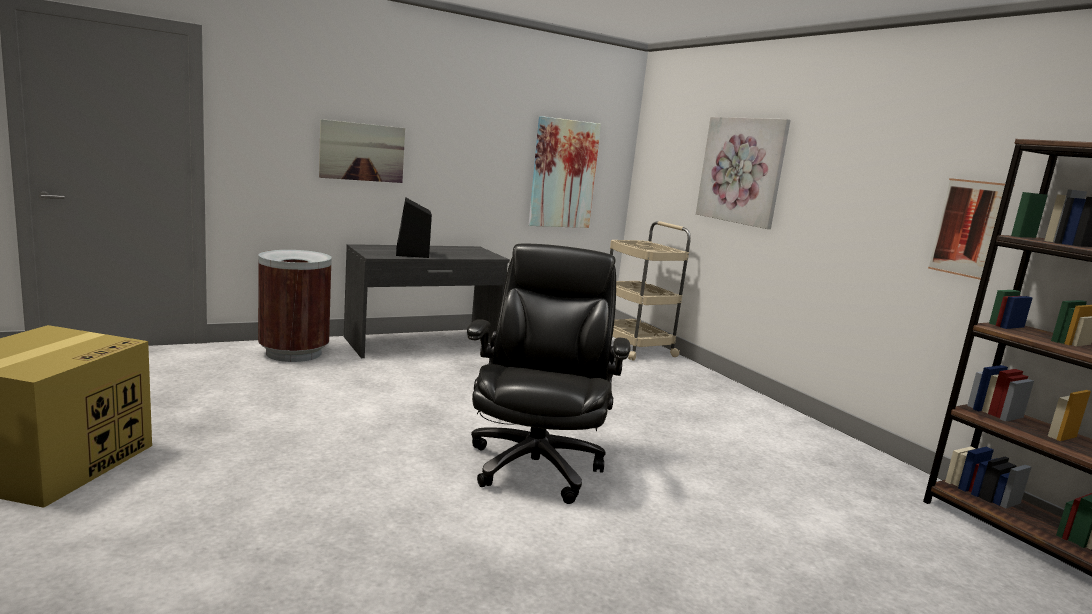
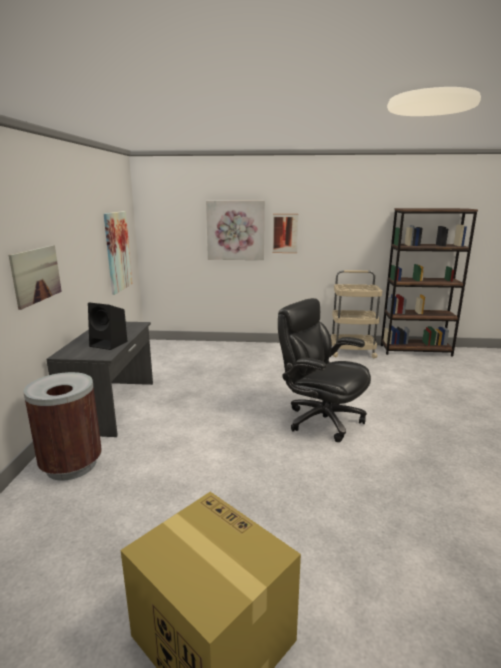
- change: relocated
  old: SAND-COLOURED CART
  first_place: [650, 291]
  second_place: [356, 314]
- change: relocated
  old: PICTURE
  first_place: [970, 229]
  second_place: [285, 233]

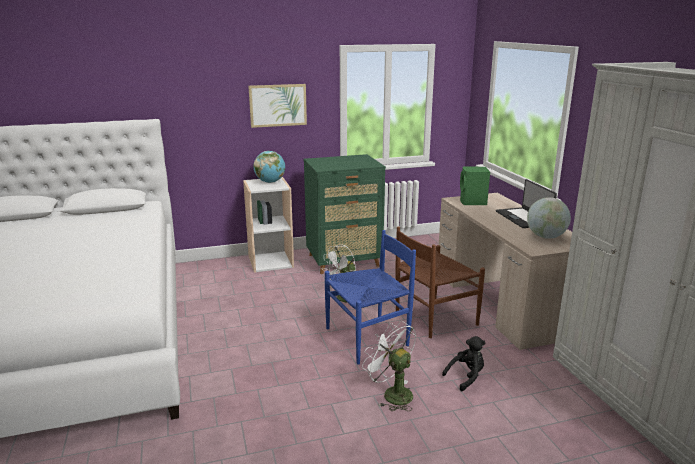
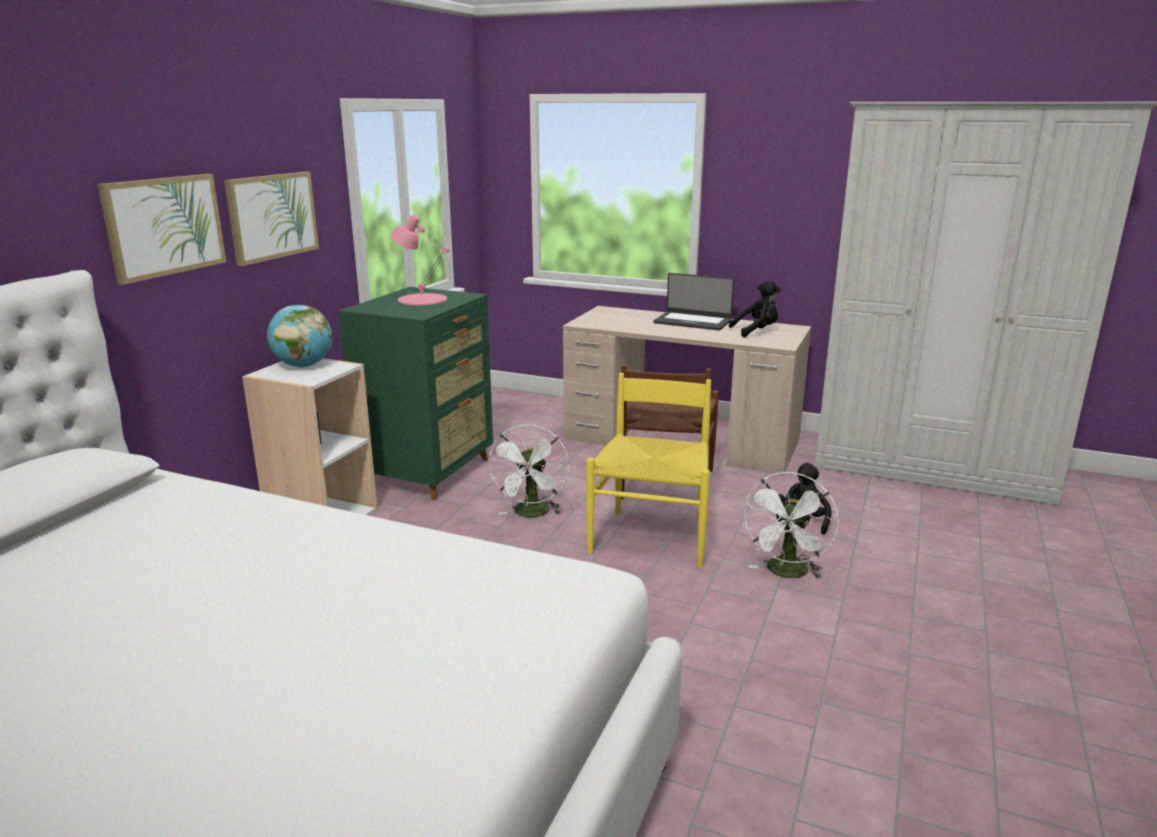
- change: missing
  old: GREEN AUDIO SPEAKER
  first_place: [475, 185]
- change: appeared
  new: PICTURE
  second_place: [161, 229]
- change: appeared
  new: PINK-COLOURED TABLE LAMP
  second_place: [419, 260]
- change: exchanged
  old: GLOBE
  new: BLACK-COLOURED CUDDLY TOY
  first_place: [549, 218]
  second_place: [755, 309]
- change: colour
  old: BLUE-COLOURED PLAIN CHAIR
  new: YELLOW PLAIN CHAIR
  first_place: [370, 297]
  second_place: [648, 470]
- change: spun
  old: WHITE FAN
  first_place: [389, 366]
  second_place: [790, 525]
  degrees: -60

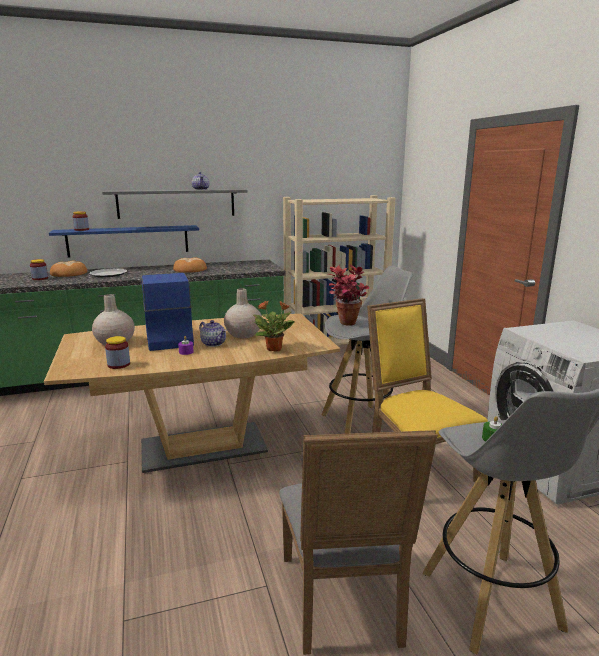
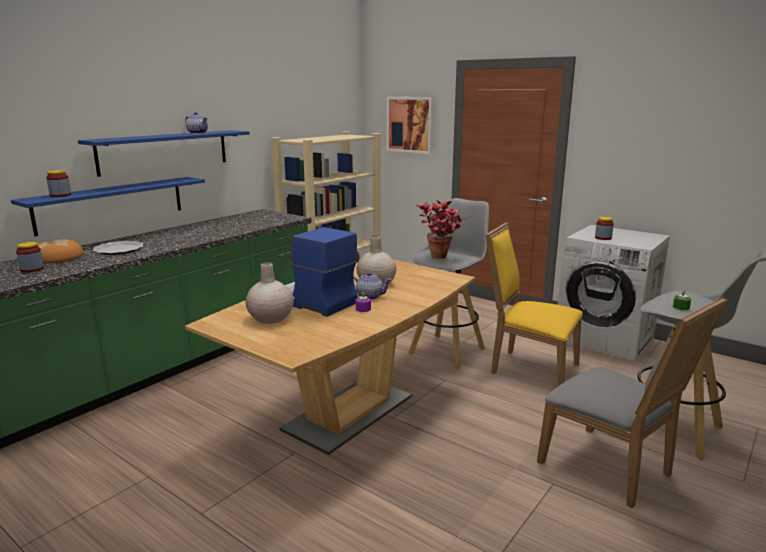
- change: missing
  old: BAKED BREAD
  first_place: [190, 265]
- change: missing
  old: HOUSEPLANT
  first_place: [274, 326]
- change: appeared
  new: PICTURE
  second_place: [410, 125]
- change: relocated
  old: PRESERVE JAR
  first_place: [117, 352]
  second_place: [604, 228]
- change: colour
  old: GREYISH SHELF
  new: BLUE-COLOURED SHELF
  first_place: [175, 204]
  second_place: [164, 153]

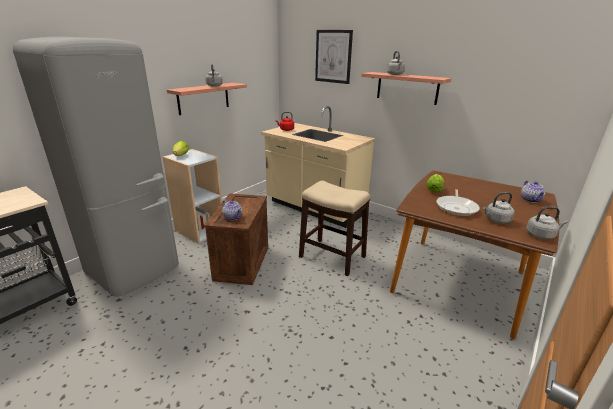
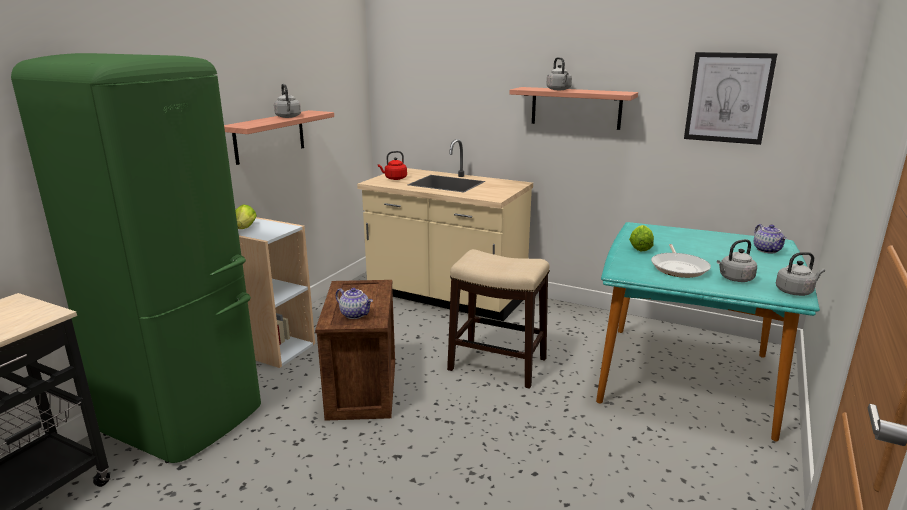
- change: relocated
  old: PICTURE
  first_place: [334, 57]
  second_place: [730, 98]
- change: colour
  old: GREYISH FRIDGE
  new: GREEN FRIDGE
  first_place: [96, 167]
  second_place: [136, 258]
- change: colour
  old: BROWNISH DINNER TABLE
  new: TURQUOISE DINNER TABLE
  first_place: [474, 255]
  second_place: [708, 331]

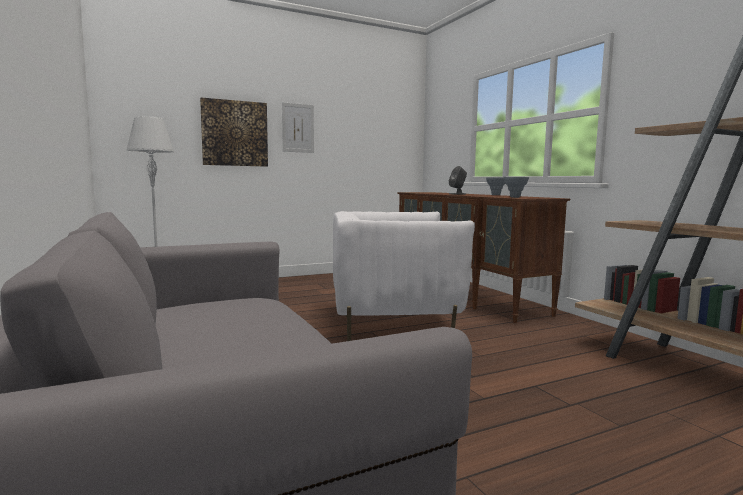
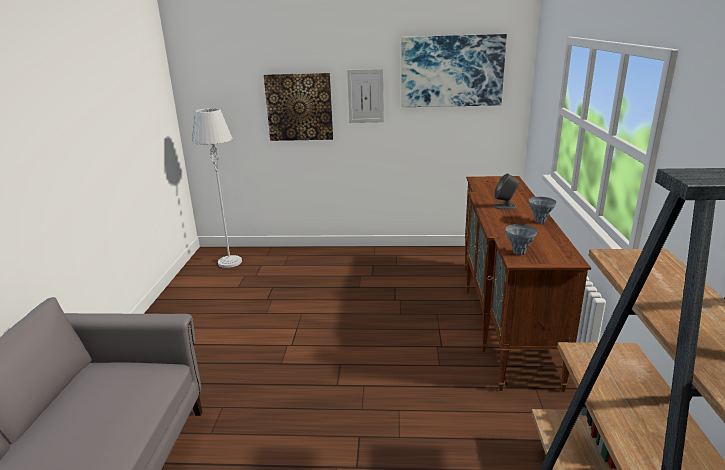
- change: missing
  old: WHITE ARMCHAIR
  first_place: [404, 276]
- change: appeared
  new: PICTURE
  second_place: [454, 70]

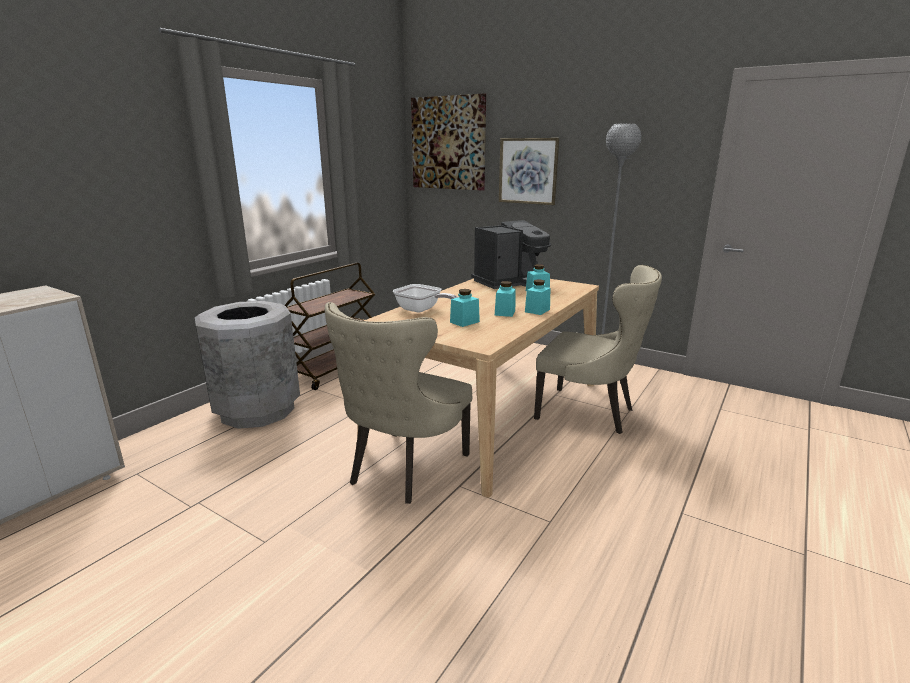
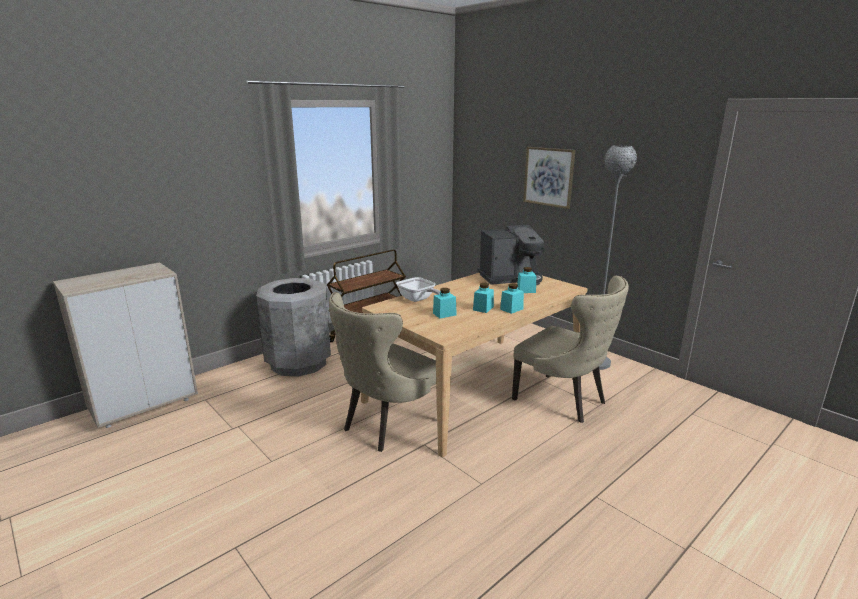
- change: missing
  old: PICTURE
  first_place: [448, 142]

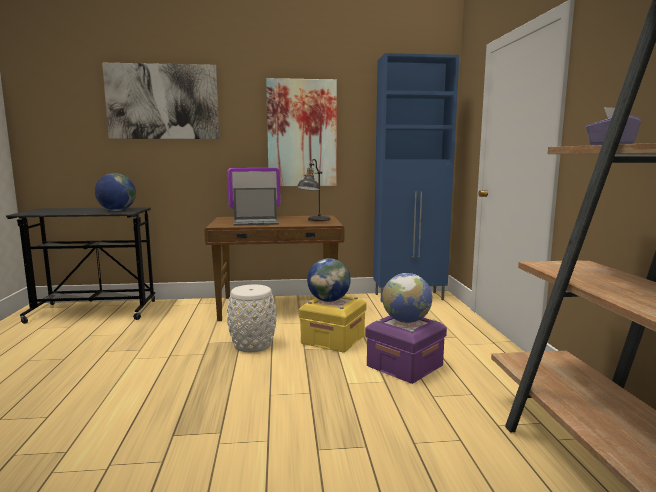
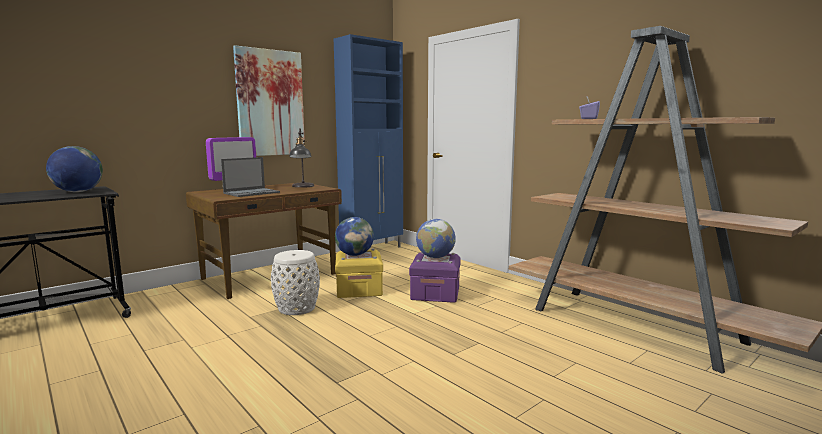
- change: missing
  old: PICTURE
  first_place: [160, 101]

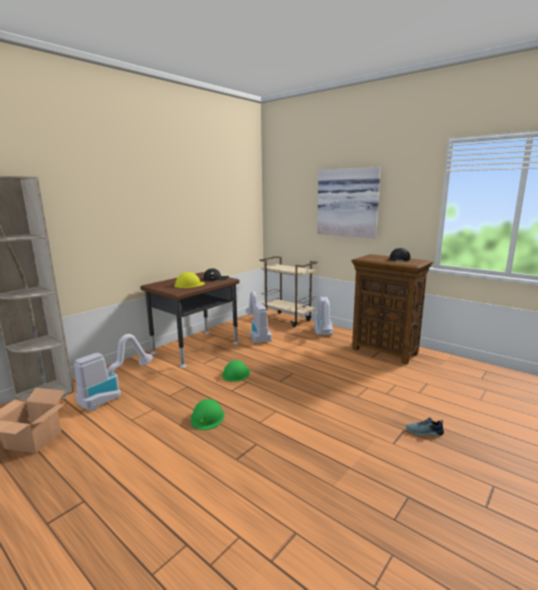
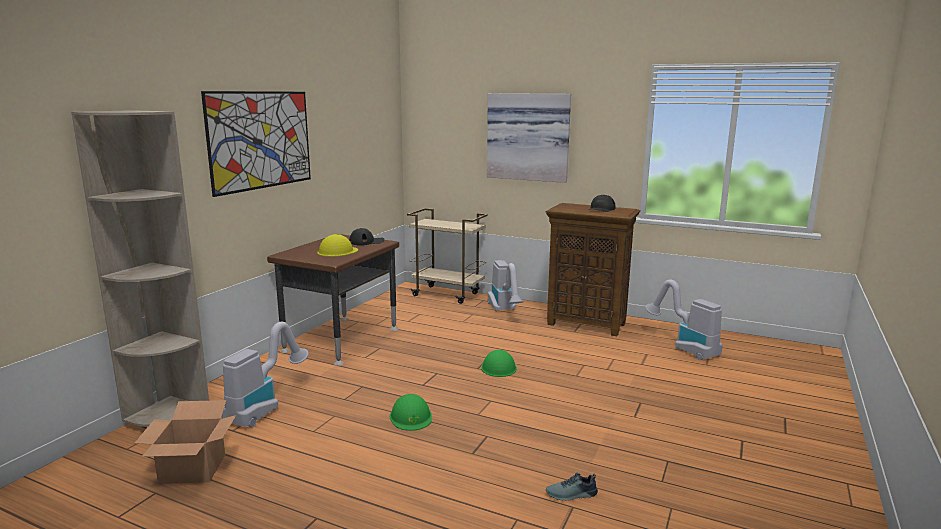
- change: appeared
  new: PICTURE
  second_place: [256, 144]
- change: relocated
  old: GREEN HARD HAT
  first_place: [236, 371]
  second_place: [499, 363]
- change: relocated
  old: VACUUM
  first_place: [258, 317]
  second_place: [684, 320]
- change: relocated
  old: ITEM OF FOOTWEAR
  first_place: [425, 426]
  second_place: [572, 486]

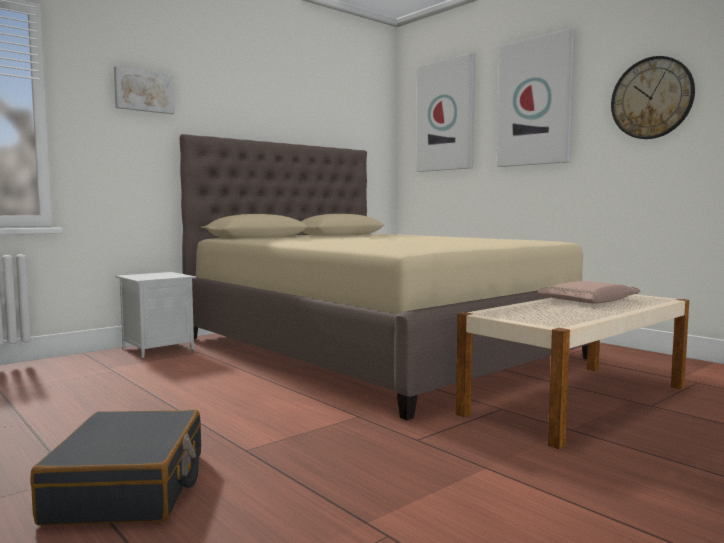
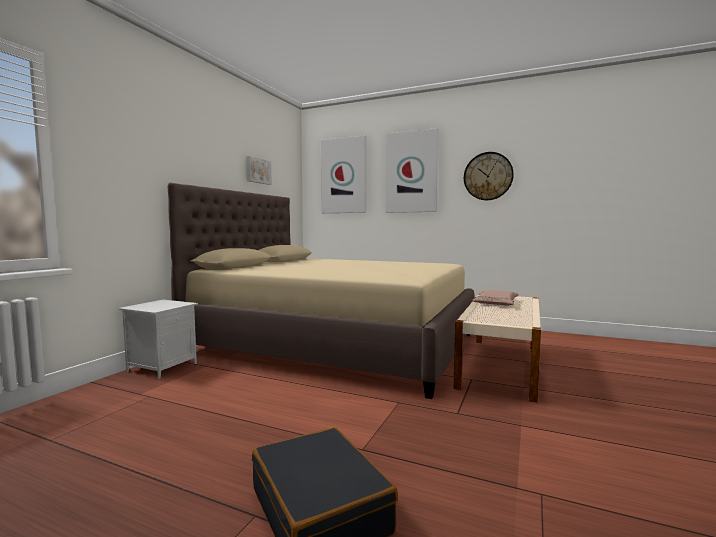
- change: relocated
  old: PICTURE
  first_place: [144, 90]
  second_place: [259, 170]

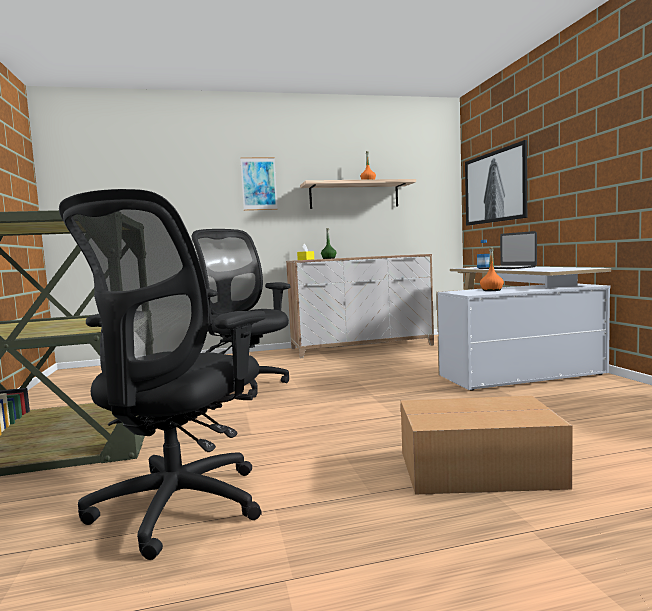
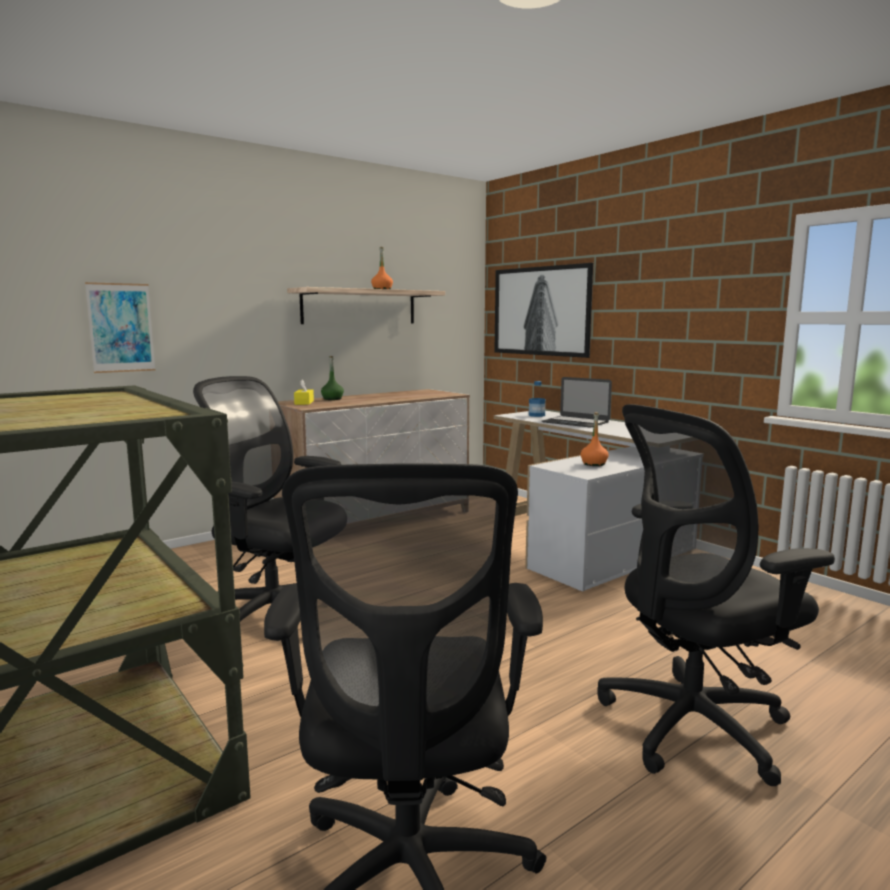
- change: relocated
  old: PICTURE
  first_place: [259, 184]
  second_place: [120, 327]
- change: exchanged
  old: CARTON
  new: BLACK-COLOURED DESK CHAIR
  first_place: [486, 445]
  second_place: [716, 595]

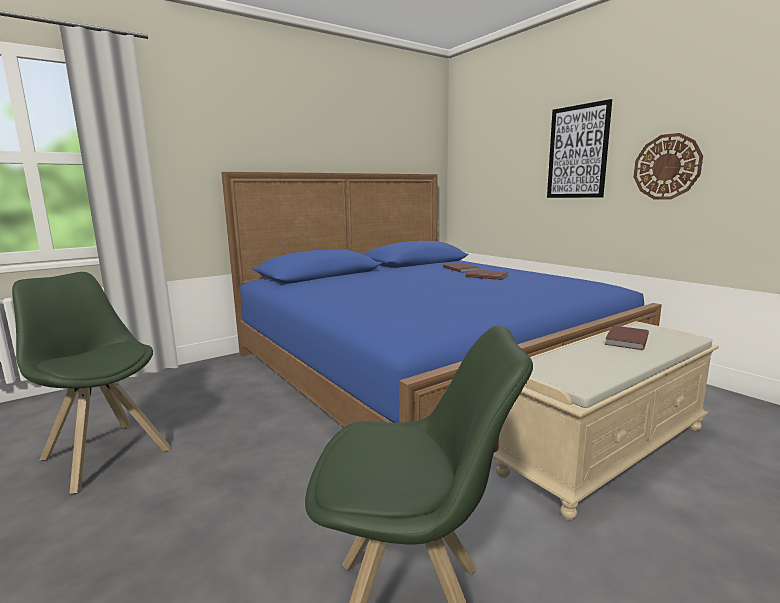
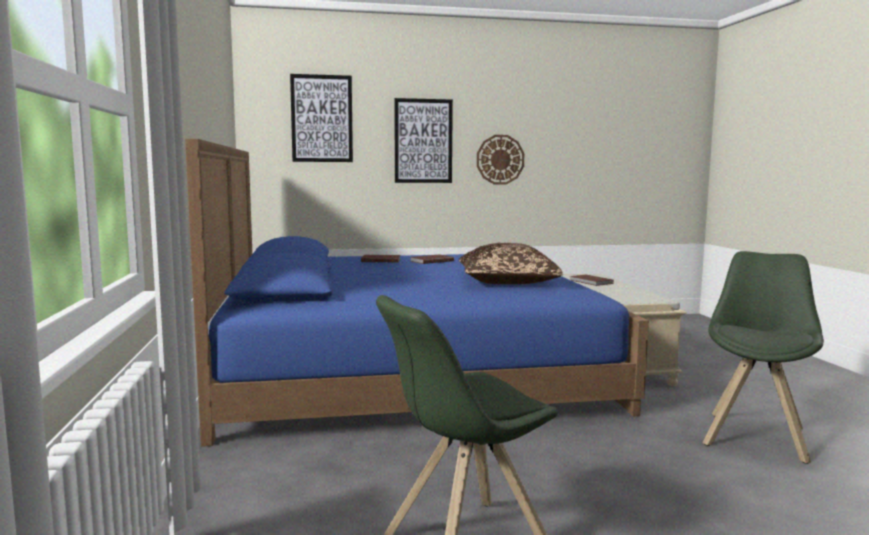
- change: appeared
  new: PICTURE
  second_place: [321, 118]
- change: appeared
  new: BROWNISH CUSHION
  second_place: [510, 263]

